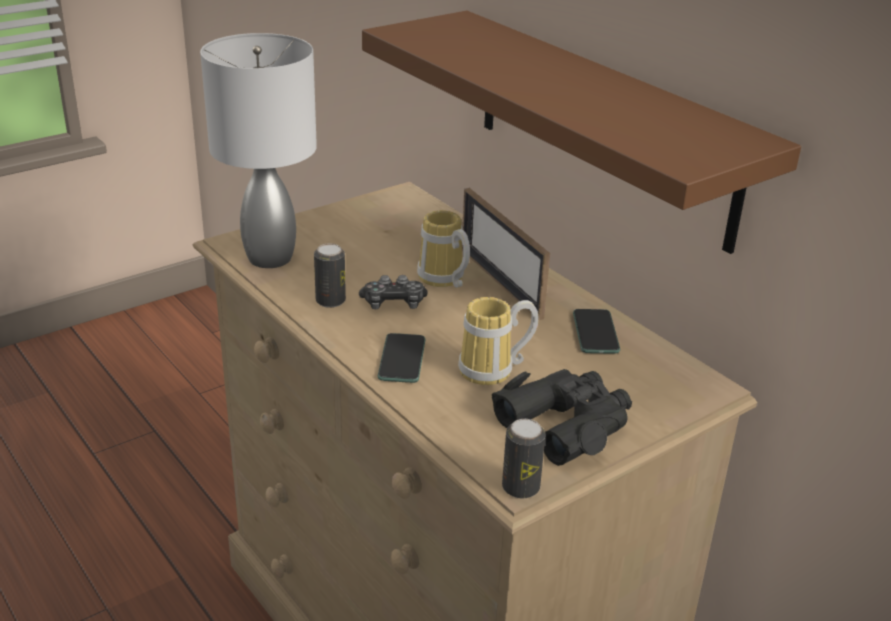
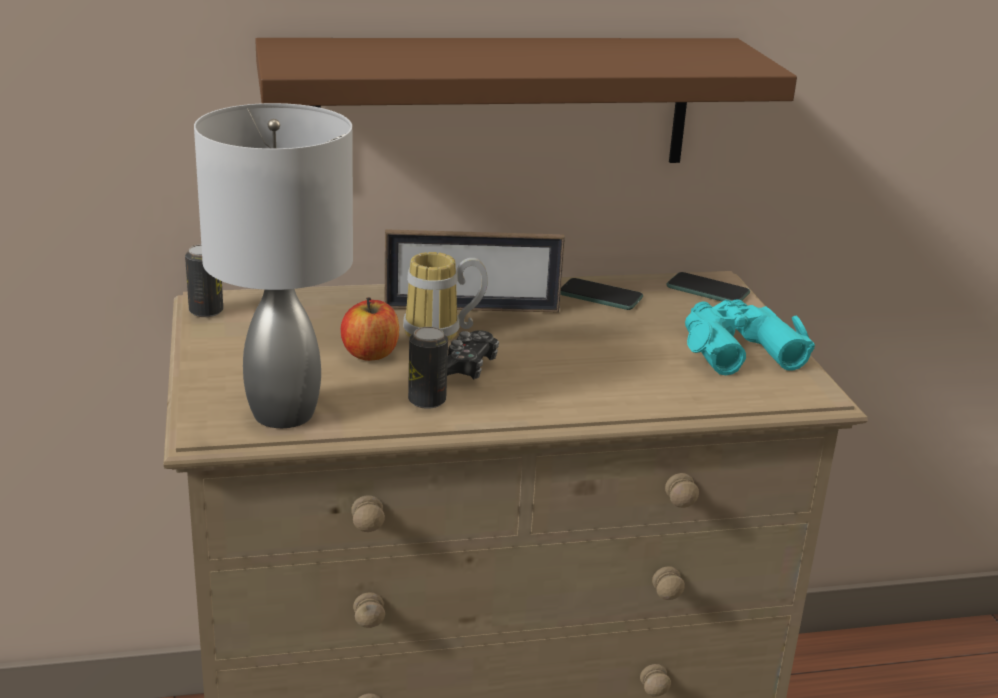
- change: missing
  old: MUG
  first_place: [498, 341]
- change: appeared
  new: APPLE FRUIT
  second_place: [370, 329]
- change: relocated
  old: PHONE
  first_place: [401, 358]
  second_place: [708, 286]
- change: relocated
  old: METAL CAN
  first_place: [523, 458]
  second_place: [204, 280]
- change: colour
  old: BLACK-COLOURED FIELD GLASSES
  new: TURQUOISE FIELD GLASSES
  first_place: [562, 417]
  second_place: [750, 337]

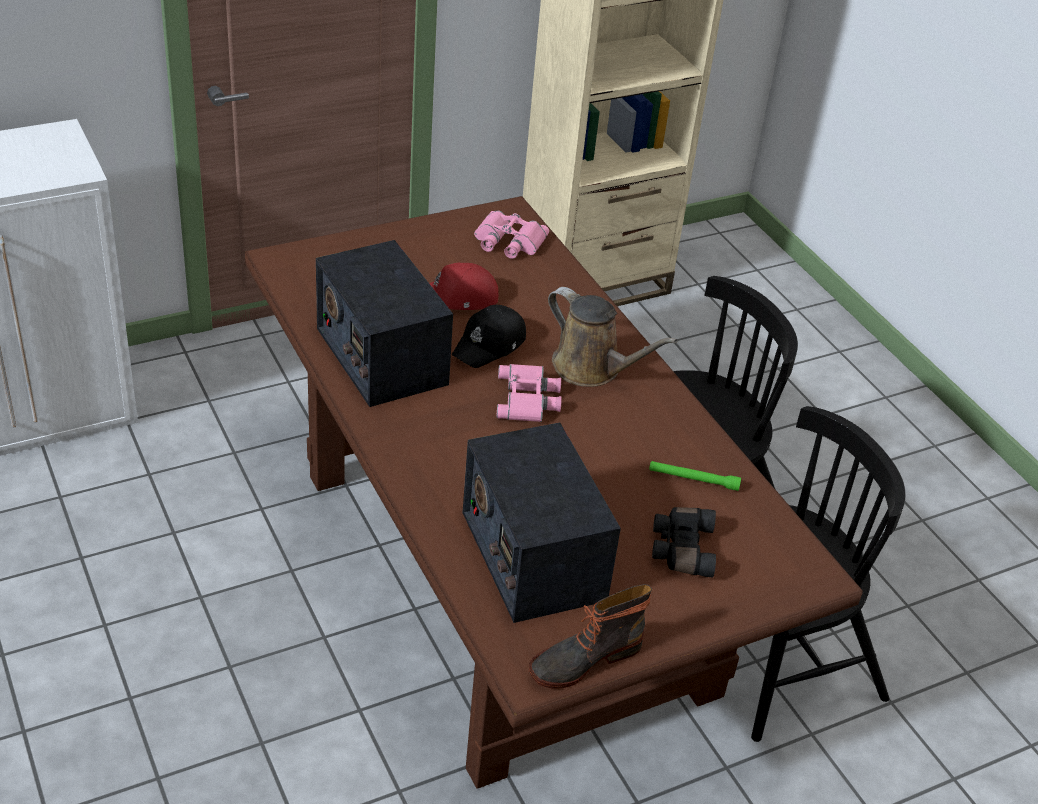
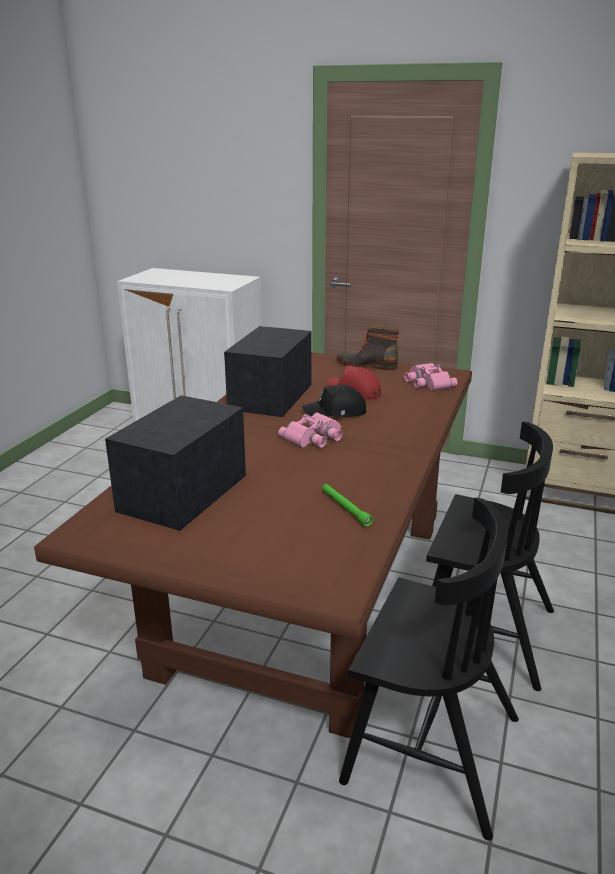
- change: missing
  old: BROWNISH WATERING POT
  first_place: [612, 337]
- change: missing
  old: BLACK-COLOURED FIELD GLASSES
  first_place: [684, 542]
- change: relocated
  old: BOOT
  first_place: [590, 636]
  second_place: [368, 348]

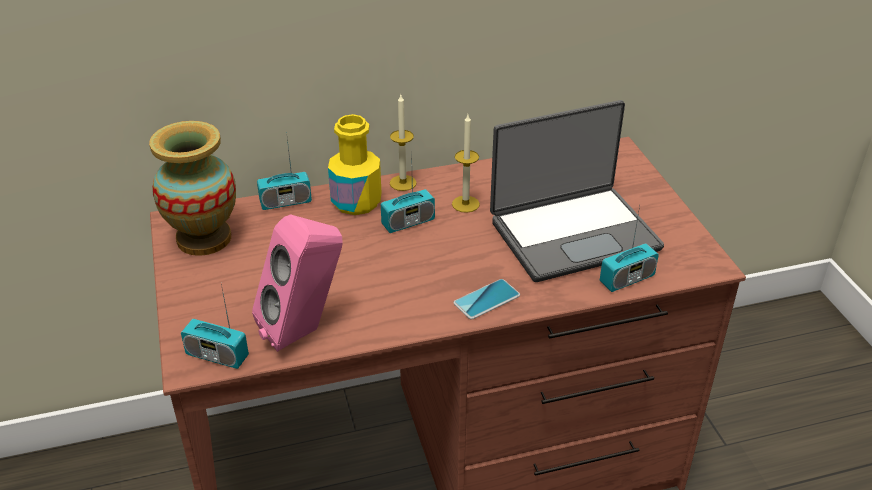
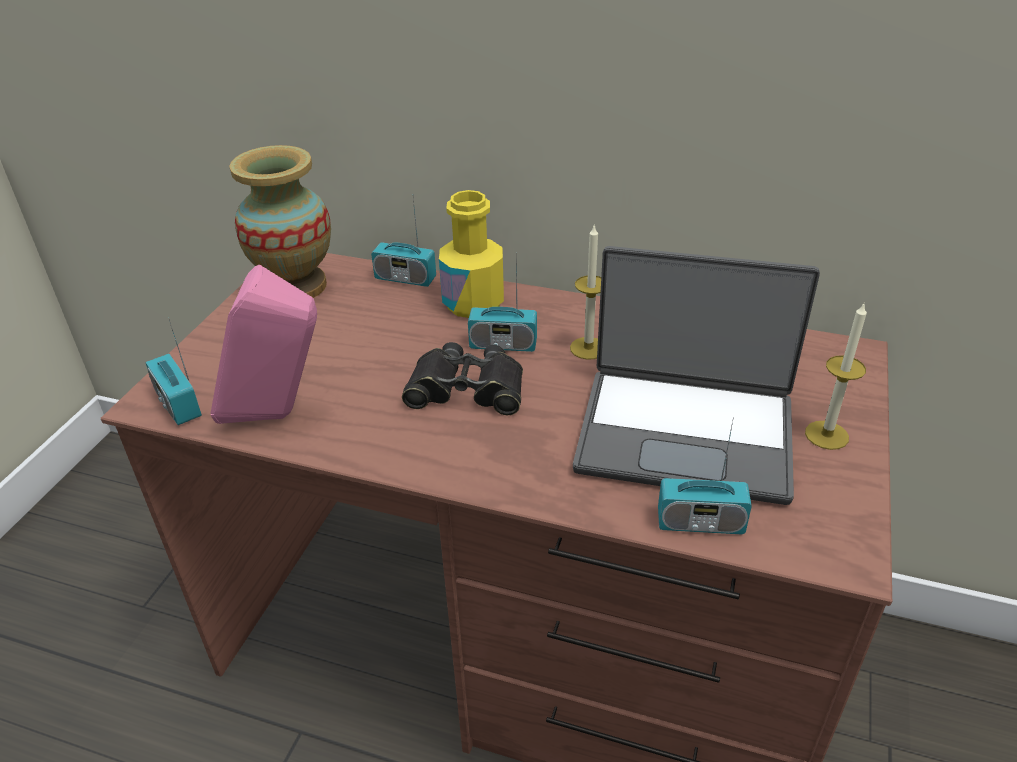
- change: missing
  old: PHONE
  first_place: [486, 299]
- change: appeared
  new: BLACK-COLOURED FIELD GLASSES
  second_place: [462, 378]
- change: relocated
  old: WAX LIGHT
  first_place: [403, 143]
  second_place: [836, 377]

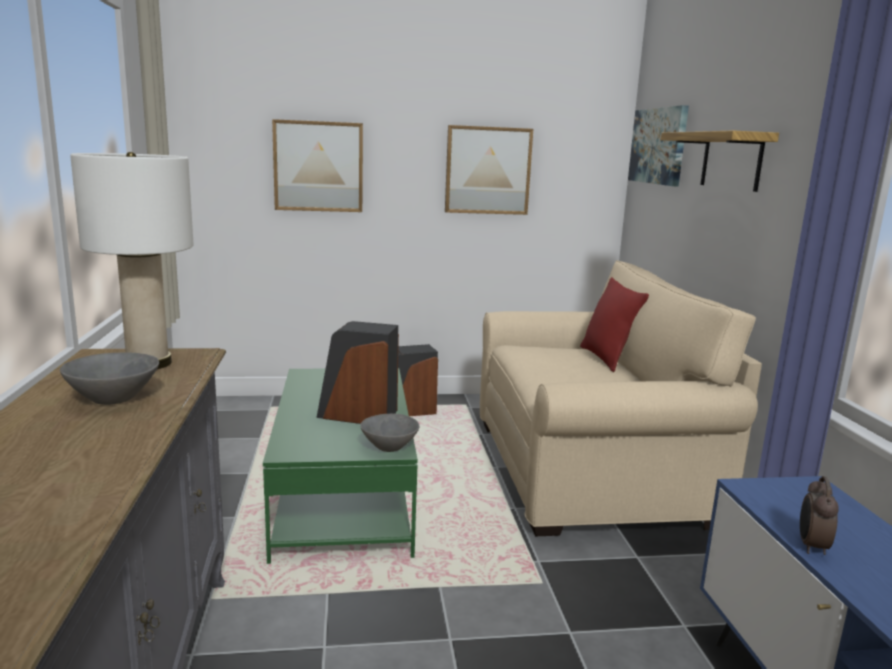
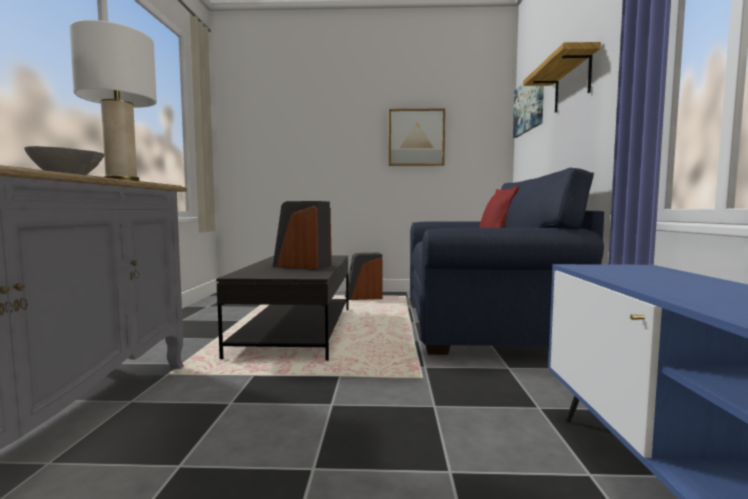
- change: missing
  old: PICTURE
  first_place: [317, 165]
- change: missing
  old: GREYISH SERVING BOWL
  first_place: [389, 433]
- change: missing
  old: ALARM CLOCK
  first_place: [819, 515]
- change: colour
  old: GREEN LOW TABLE
  new: BLACK-COLOURED LOW TABLE
  first_place: [340, 466]
  second_place: [282, 308]
- change: colour
  old: SAND-COLOURED SOFA
  new: BLUE-COLOURED SOFA
  first_place: [621, 398]
  second_place: [507, 261]

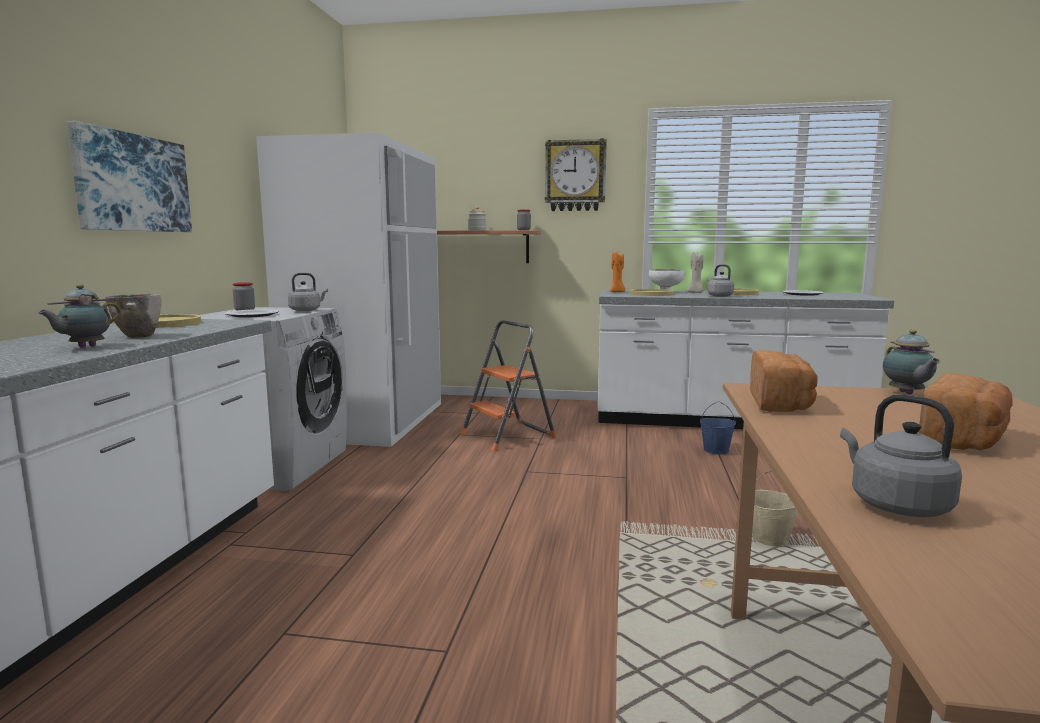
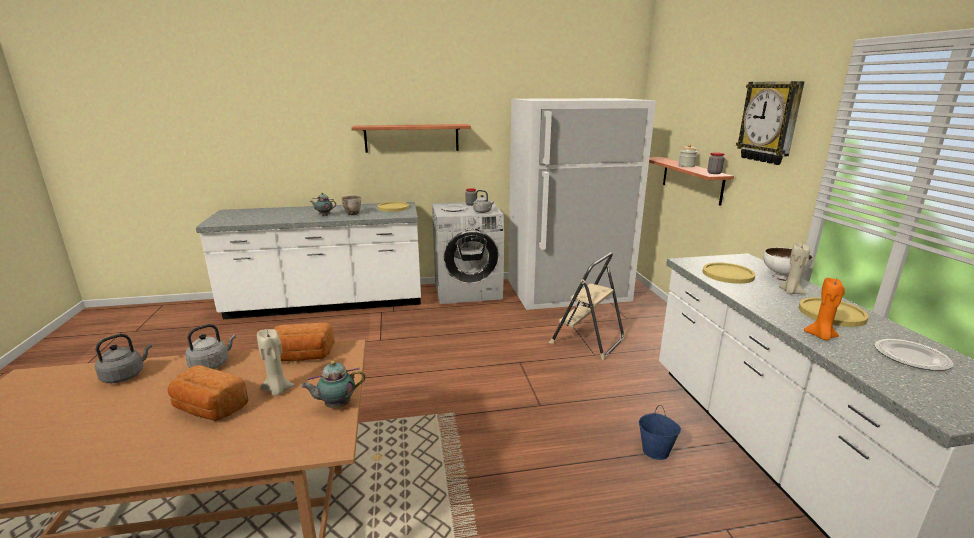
- change: missing
  old: SAND-COLOURED WATER BUCKET
  first_place: [774, 509]
- change: appeared
  new: SAND-COLOURED WAX LIGHT
  second_place: [275, 362]
- change: relocated
  old: ORANGE-COLOURED WAX LIGHT
  first_place: [617, 272]
  second_place: [824, 309]
- change: relocated
  old: GREYISH KETTLE
  first_place: [720, 280]
  second_place: [210, 346]
- change: exchanged
  old: PICTURE
  new: SHELF
  first_place: [129, 176]
  second_place: [411, 138]
- change: colour
  old: ORANGE-COLOURED STEPLADDER
  new: SAND-COLOURED STEPLADDER
  first_place: [507, 385]
  second_place: [587, 306]

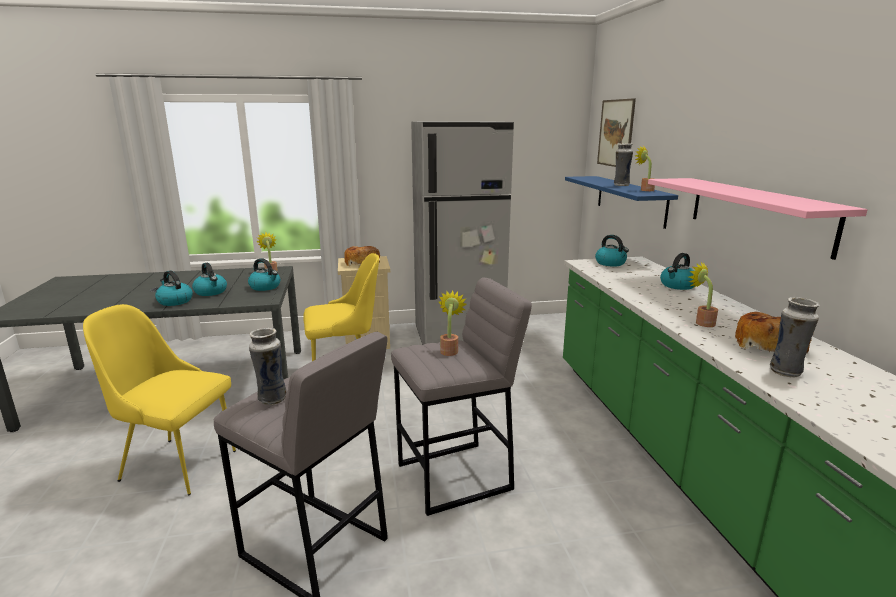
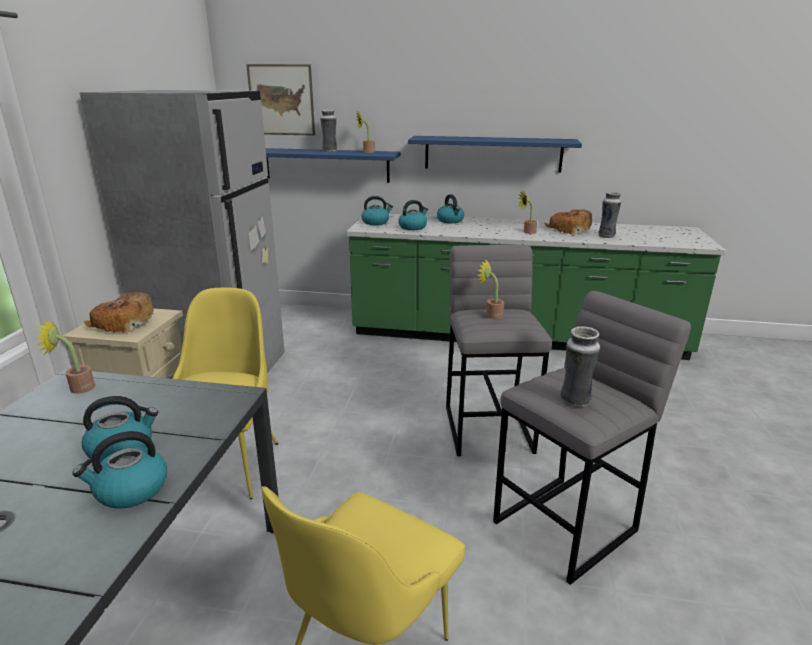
- change: relocated
  old: KETTLE
  first_place: [264, 274]
  second_place: [413, 215]
- change: colour
  old: PINK-COLOURED SHELF
  new: BLUE-COLOURED SHELF
  first_place: [758, 219]
  second_place: [495, 154]

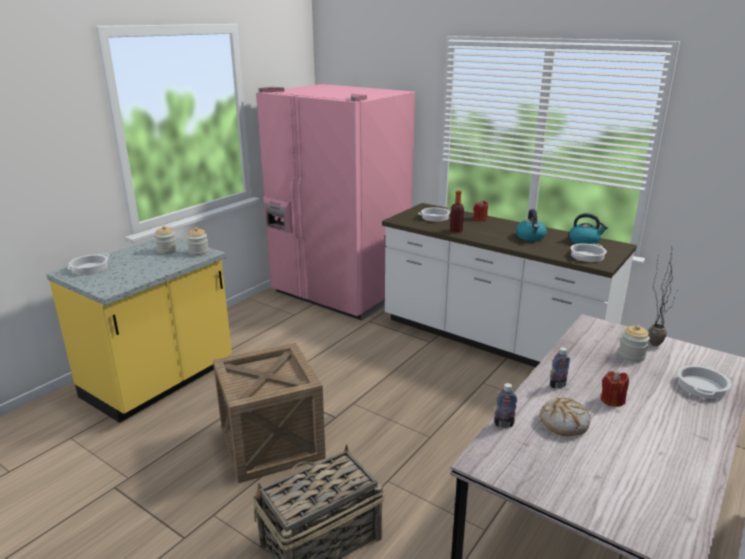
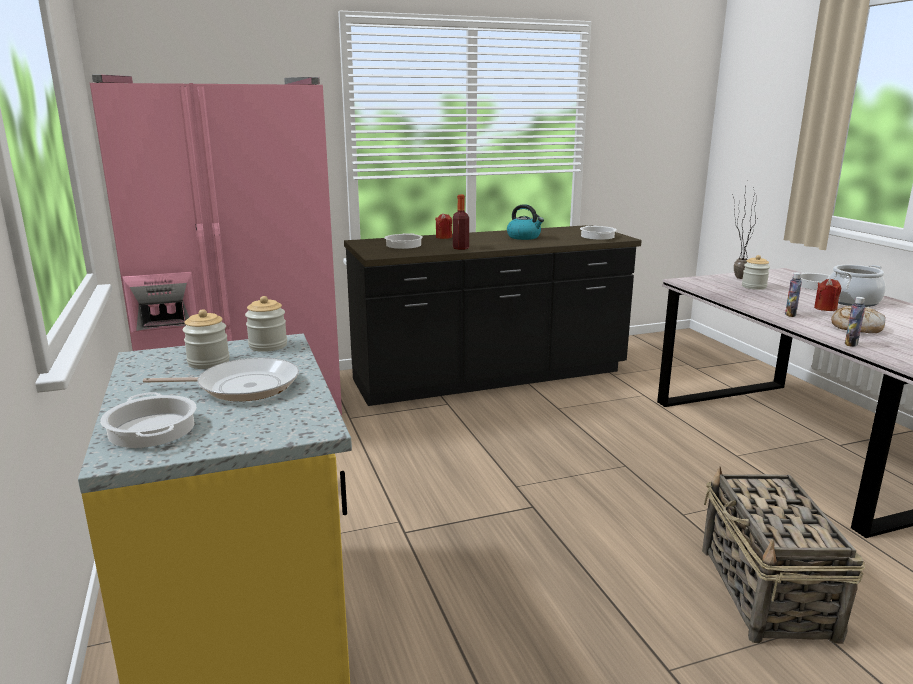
- change: missing
  old: SHIPPING CRATE
  first_place: [269, 413]
- change: missing
  old: KETTLE
  first_place: [588, 229]
- change: appeared
  new: PAN
  second_place: [221, 379]
- change: appeared
  new: STOCKPOT
  second_place: [857, 286]
- change: colour
  old: WHITE KITCHEN BASE UNIT
  new: BLACK-COLOURED KITCHEN BASE UNIT
  first_place: [509, 285]
  second_place: [493, 315]

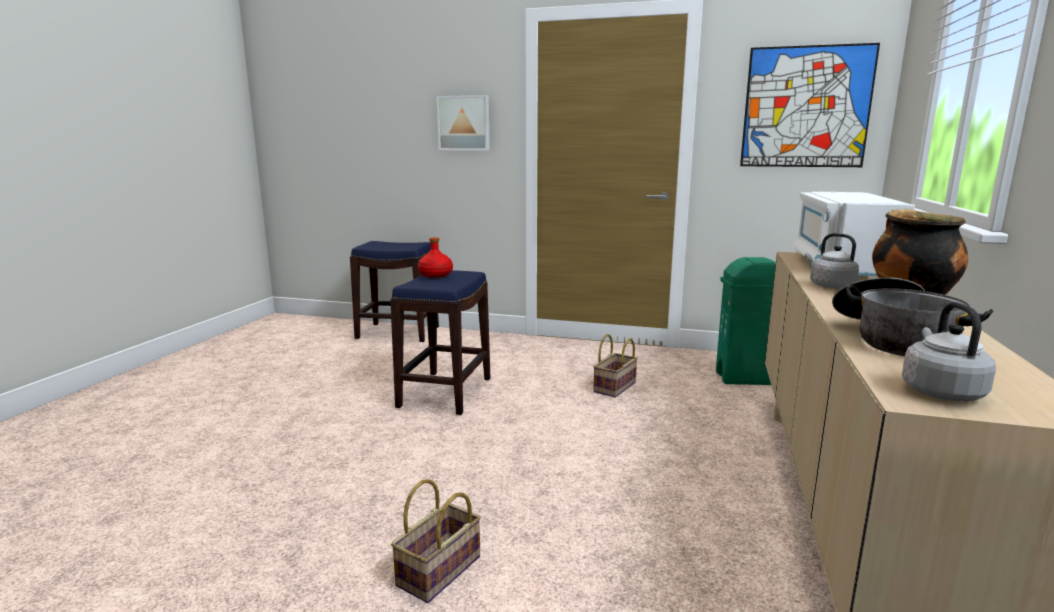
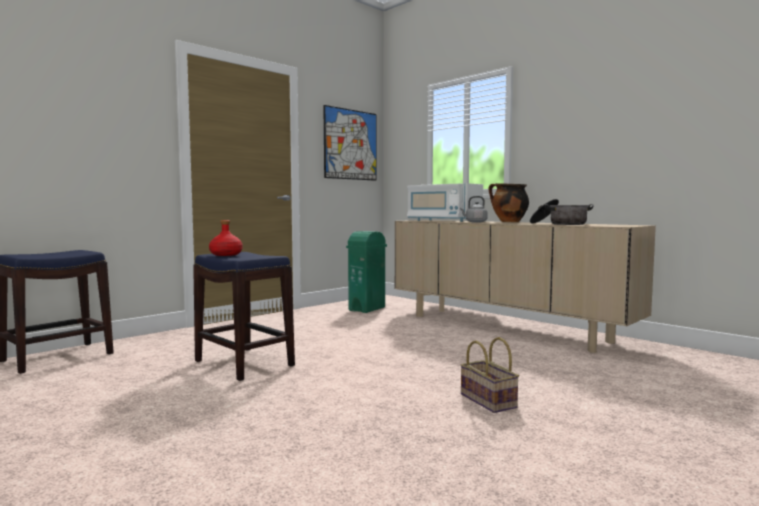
- change: missing
  old: PICTURE
  first_place: [463, 123]
- change: missing
  old: STORAGE BASKET
  first_place: [615, 366]
- change: missing
  old: GREYISH KETTLE
  first_place: [949, 352]

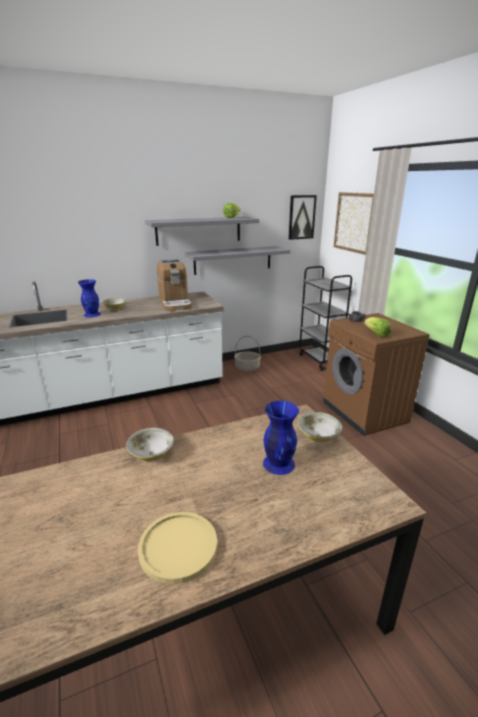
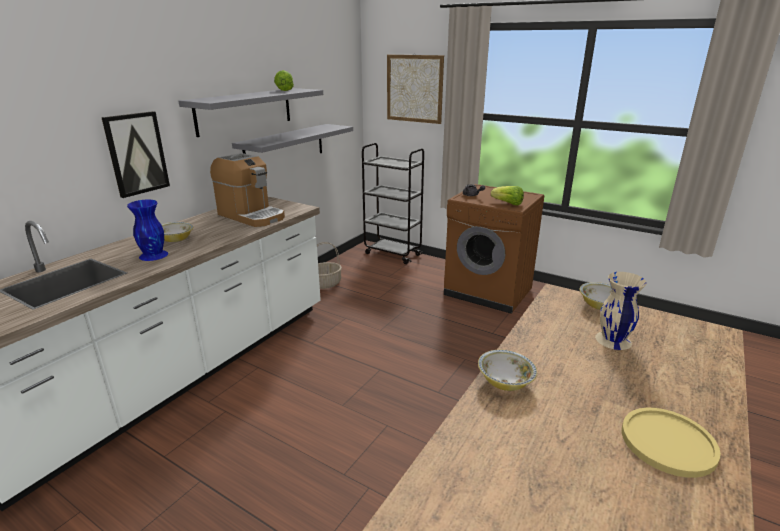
- change: relocated
  old: PICTURE
  first_place: [302, 217]
  second_place: [135, 154]
- change: colour
  old: BLUE-COLOURED DECORATIVE VASE
  new: SAND-COLOURED DECORATIVE VASE
  first_place: [281, 438]
  second_place: [621, 311]

